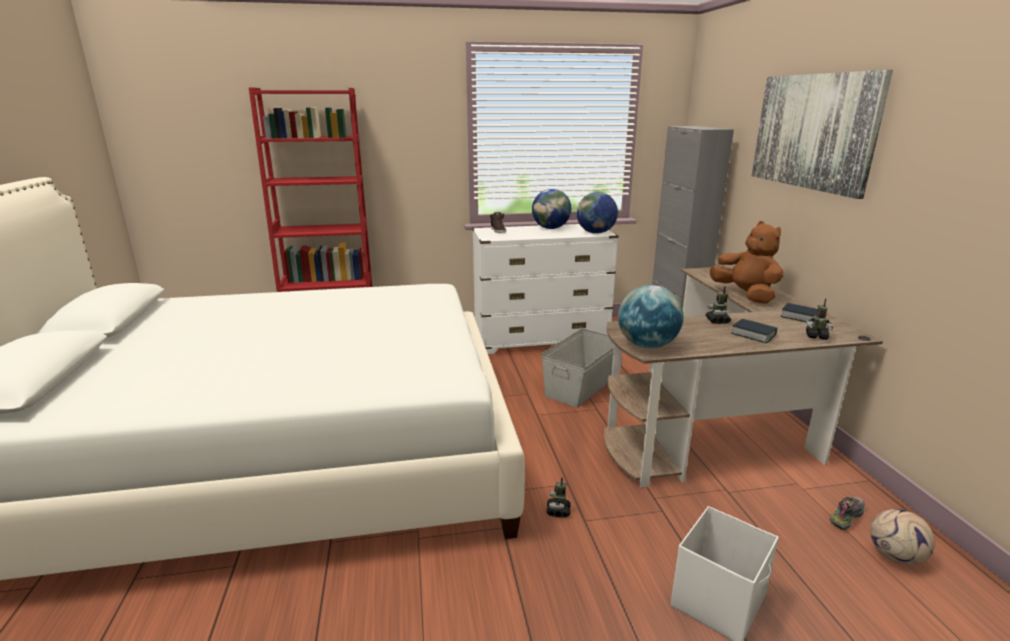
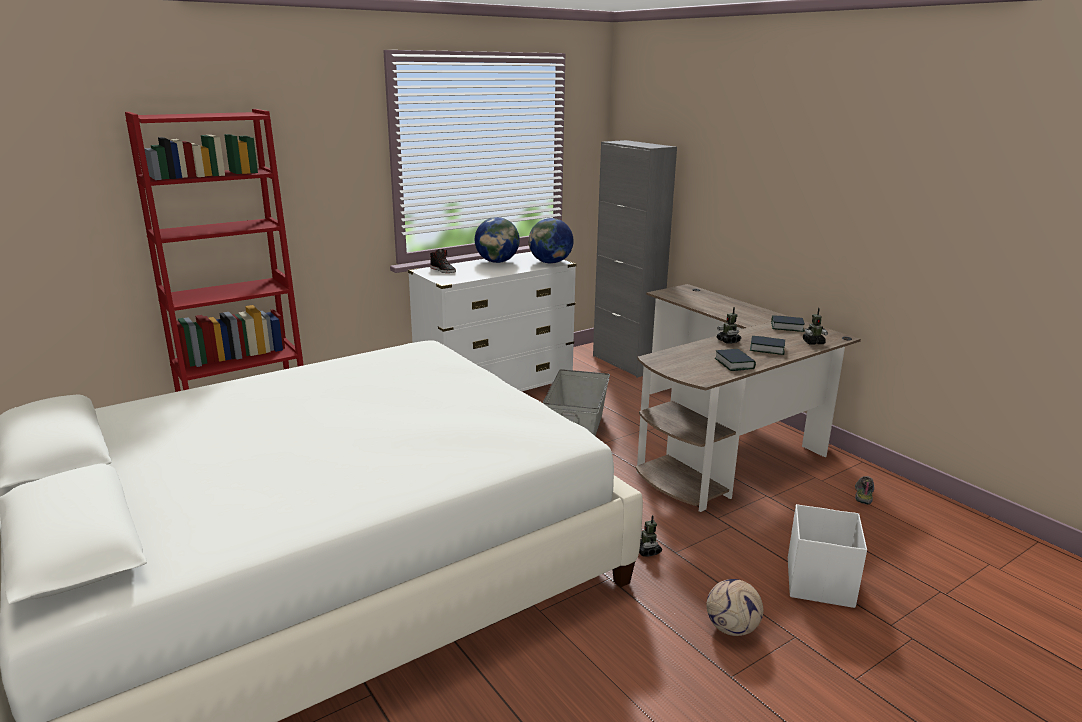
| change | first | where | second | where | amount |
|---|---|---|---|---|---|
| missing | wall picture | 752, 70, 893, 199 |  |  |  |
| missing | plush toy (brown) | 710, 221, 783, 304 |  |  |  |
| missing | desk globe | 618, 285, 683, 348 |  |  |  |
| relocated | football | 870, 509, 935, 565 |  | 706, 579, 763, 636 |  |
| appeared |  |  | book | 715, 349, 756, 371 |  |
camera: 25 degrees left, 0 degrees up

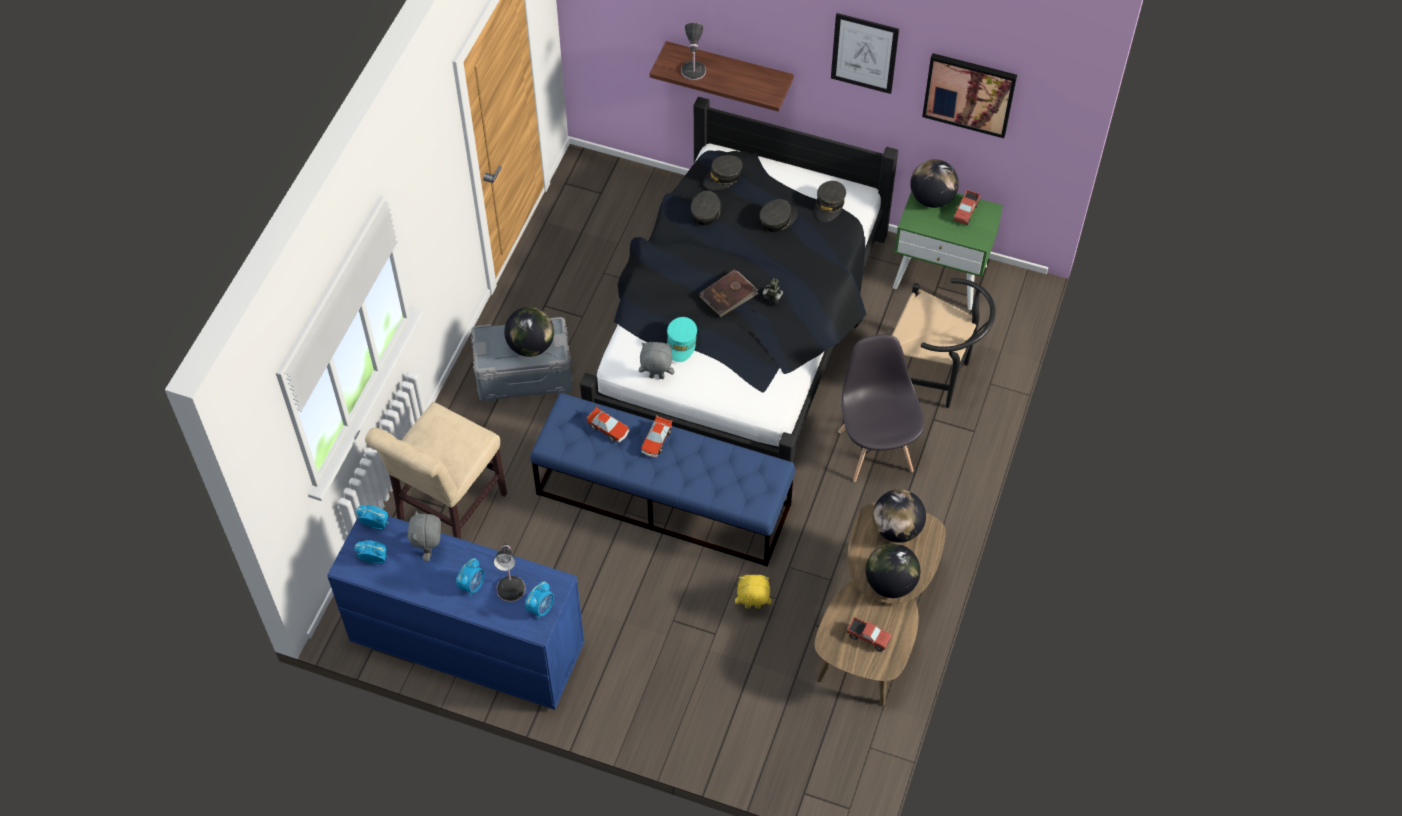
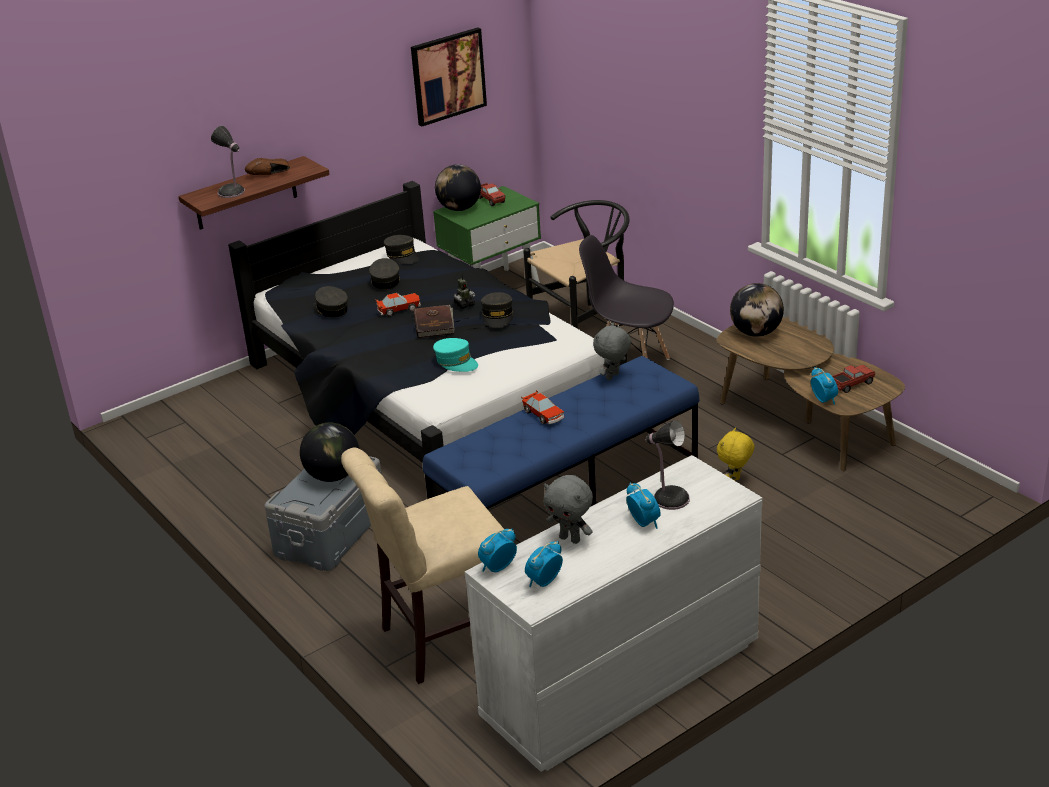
| change | first | where | second | where | amount |
|---|---|---|---|---|---|
| missing | wall picture | 831, 13, 899, 94 |  |  |  |
| relocated | peaked cap (gray) | 703, 155, 743, 190 |  | 481, 292, 513, 328 |  |
| relocated | plush toy (gray) | 639, 342, 674, 379 |  | 593, 322, 631, 380 |  |
| spun | chair (beige) | 365, 402, 507, 539 |  | 341, 448, 504, 684 | 90 degrees clockwise |
| relocated | model car | 586, 406, 629, 442 |  | 375, 293, 421, 317 |  |
| colour | chest of drawers (blue-coloured) | 327, 516, 584, 710 | chest of drawers (white) | 465, 455, 762, 772 |  |
| missing | desk globe | 866, 543, 921, 598 |  |  |  |
| relocated | alarm clock | 525, 581, 554, 620 |  | 811, 367, 838, 405 |  |
| appeared |  |  | low shoe (brown) | 245, 158, 290, 175 |  |
camera: 55 degrees left, 25 degrees down

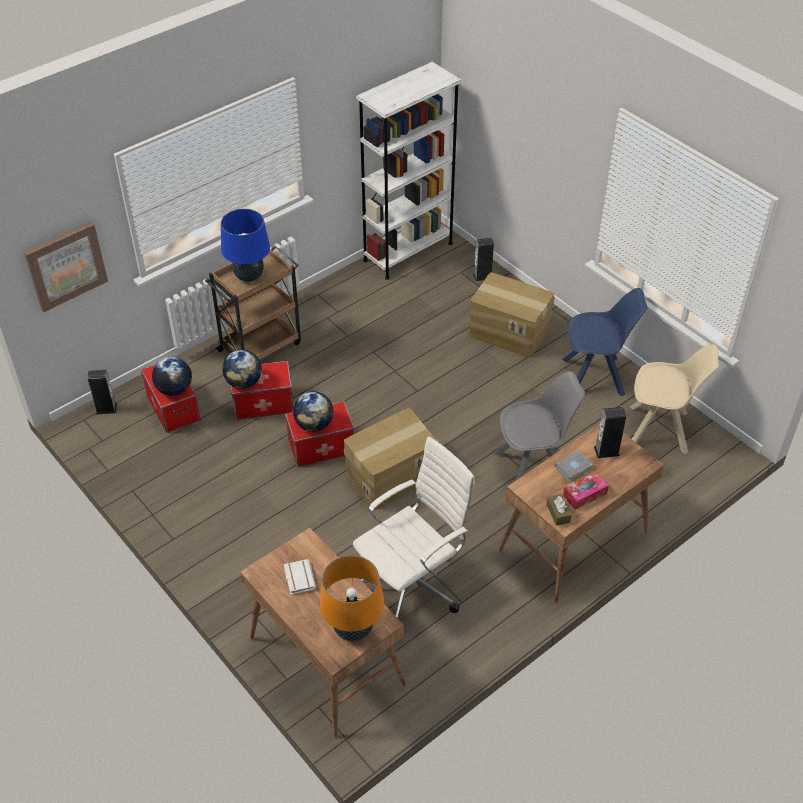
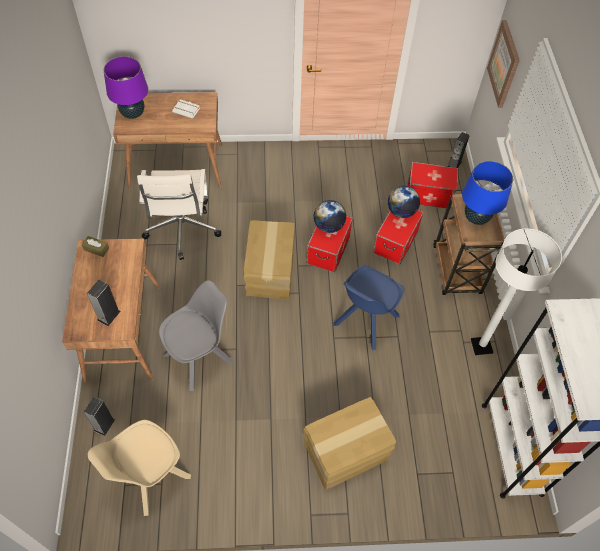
| change | first | where | second | where | amount |
|---|---|---|---|---|---|
| relocated | speaker | 473, 238, 494, 281 |  | 84, 397, 115, 436 |  |
| relocated | chair (blue-coloured) | 562, 288, 647, 397 |  | 333, 266, 404, 350 |  |
| missing | desk globe | 152, 357, 192, 396 |  |  |  |
| spun | chair (gray) | 494, 371, 585, 480 |  | 159, 280, 234, 391 | 150 degrees counterclockwise |
| missing | book (gray) | 554, 451, 594, 482 |  |  |  |
| missing | box of tissues | 563, 472, 609, 510 |  |  |  |
| colour | tabletop lamp (orangey) | 320, 555, 384, 642 | tabletop lamp (purple) | 104, 56, 148, 119 |  |
| appeared |  |  | standard lamp (white) | 471, 228, 562, 355 |  |
camera: 125 degrees right, 10 degrees up

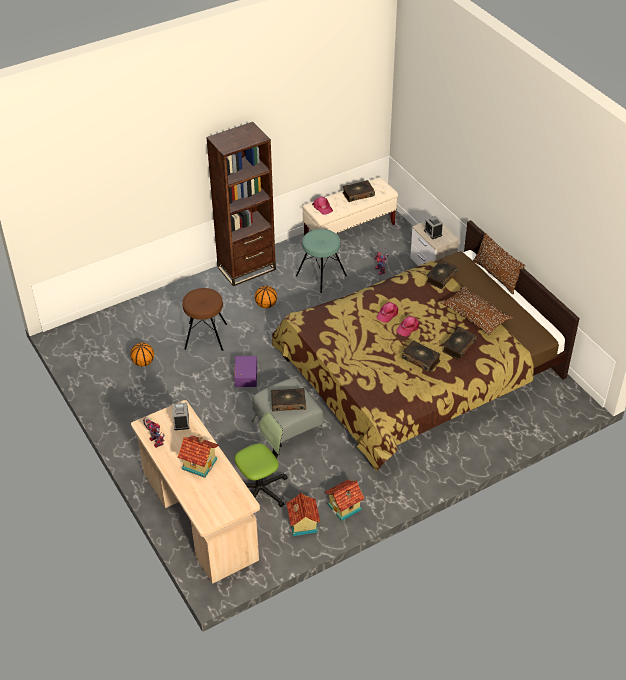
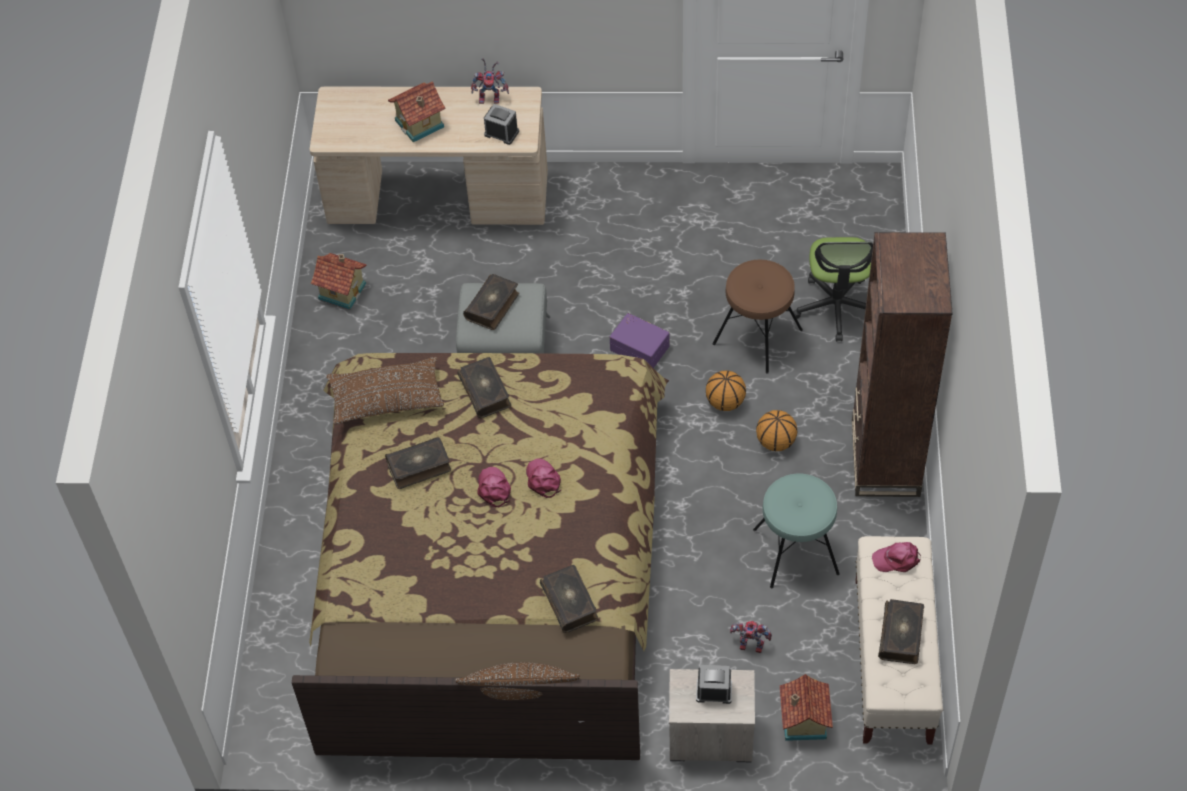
| change | first | where | second | where | amount |
|---|---|---|---|---|---|
| relocated | pillow (brown) | 441, 286, 512, 335 |  | 326, 357, 444, 424 |  |
| relocated | book | 442, 327, 477, 360 |  | 457, 357, 511, 418 |  |
| relocated | basketball ball | 130, 343, 154, 367 |  | 706, 371, 746, 411 |  |
| relocated | computer chair | 234, 412, 288, 507 |  | 793, 237, 873, 341 |  |
| relocated | toy house | 325, 480, 365, 521 |  | 780, 674, 833, 741 |  |
camera: 125 degrees right, 10 degrees up

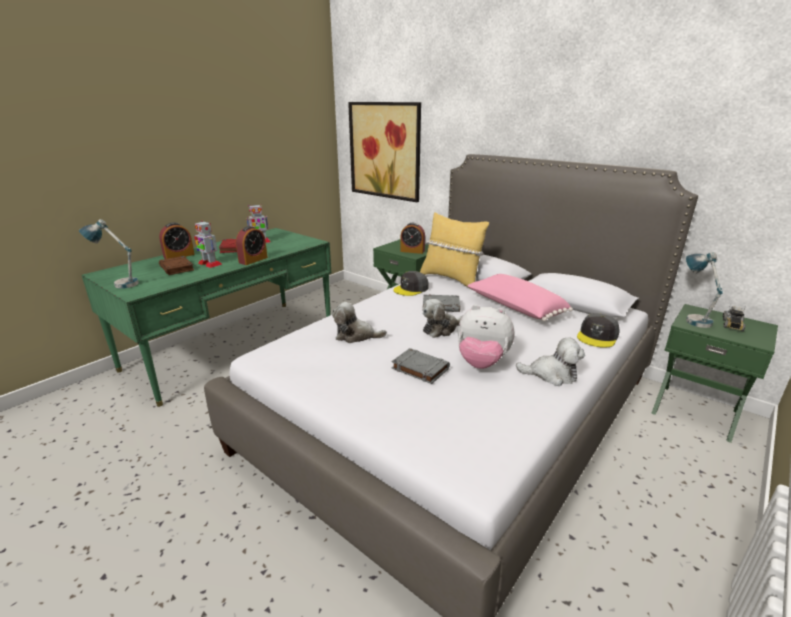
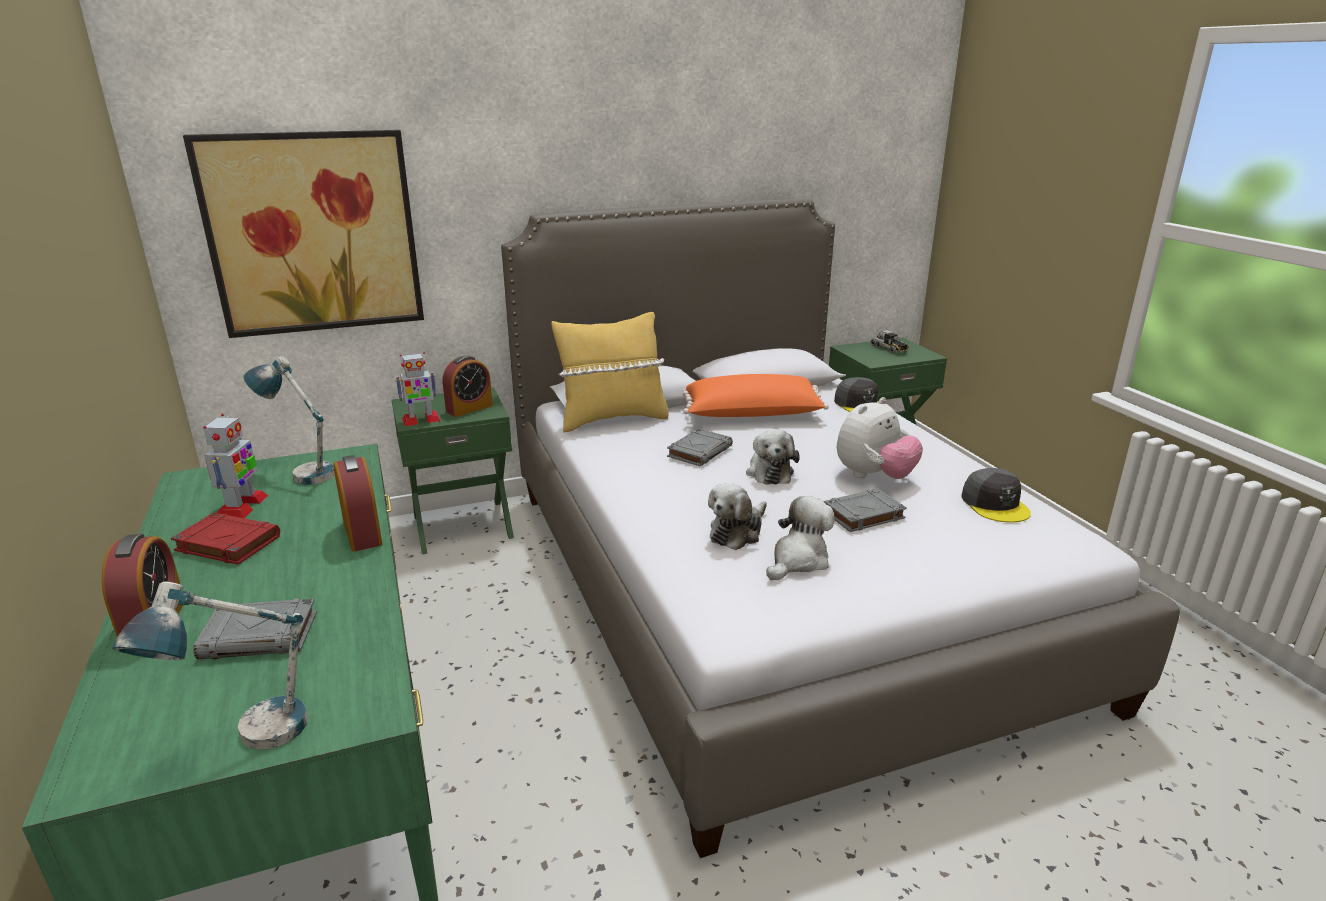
| change | first | where | second | where | amount |
|---|---|---|---|---|---|
| relocated | toy robot | 194, 221, 222, 268 |  | 396, 352, 441, 426 |  |
| relocated | tabletop lamp | 686, 252, 723, 328 |  | 243, 356, 335, 485 |  |
| colour | book (brown) | 159, 256, 194, 275 | book (gray) | 193, 598, 317, 659 |  |
| relocated | peaked cap (gray) | 393, 271, 429, 296 |  | 961, 468, 1031, 522 |  |
| colour | pillow (pinkish) | 467, 274, 573, 321 | pillow (orangey) | 682, 374, 829, 417 |  |
| relocated | plush toy | 516, 337, 585, 386 |  | 766, 496, 835, 580 |  |
camera: 60 degrees left, 0 degrees up

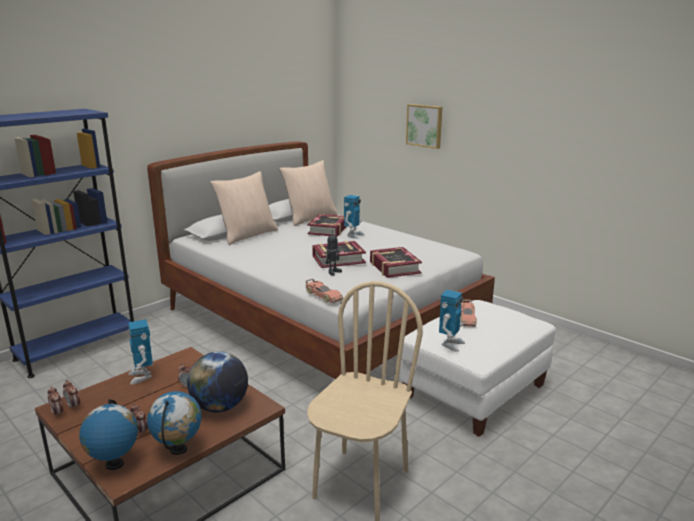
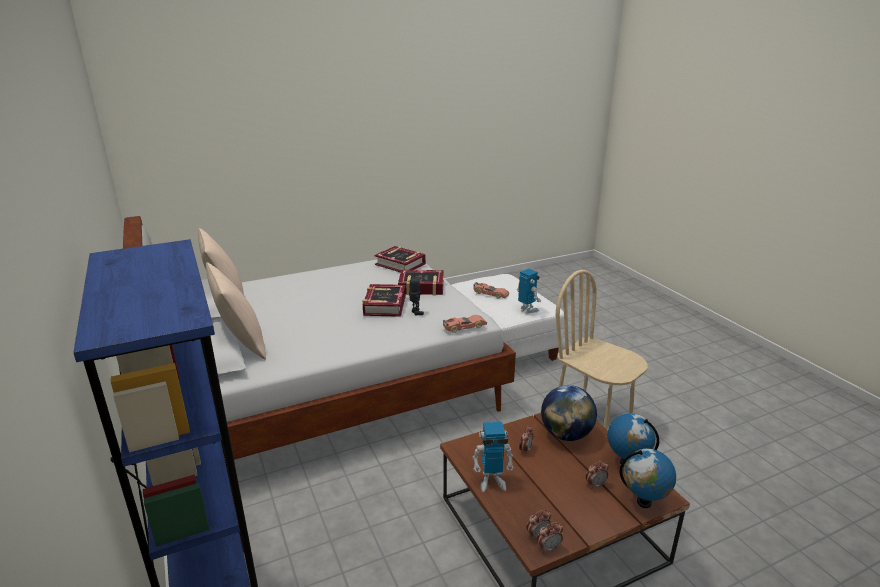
| change | first | where | second | where | amount |
|---|---|---|---|---|---|
| missing | wall picture | 406, 104, 442, 149 |  |  |  |
| missing | toy robot | 344, 195, 364, 239 |  |  |  |
| relocated | book | 307, 214, 347, 237 |  | 375, 246, 426, 273 |  |
camera: 70 degrees left, 5 degrees up

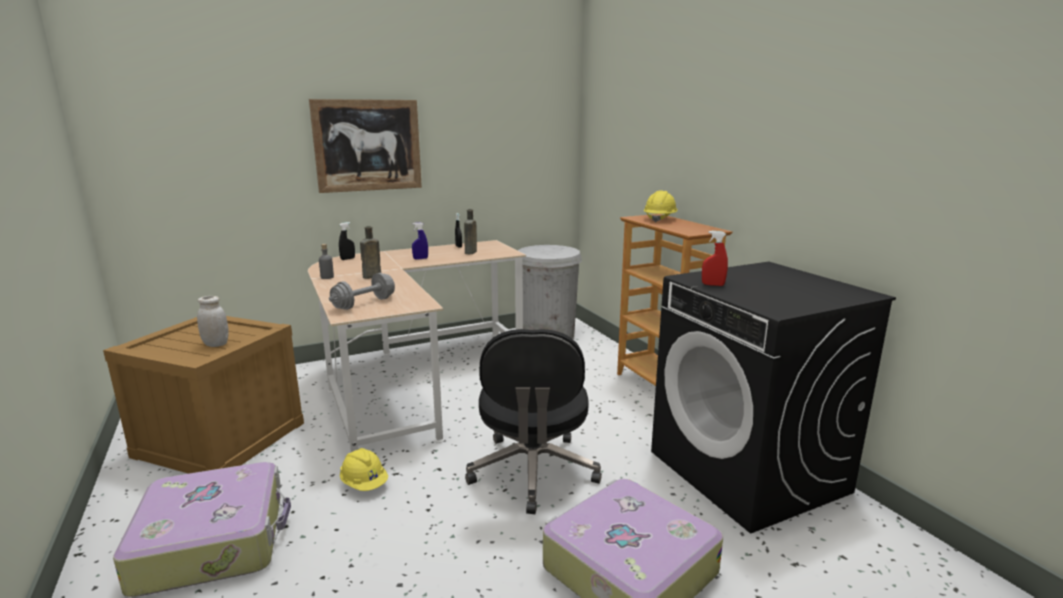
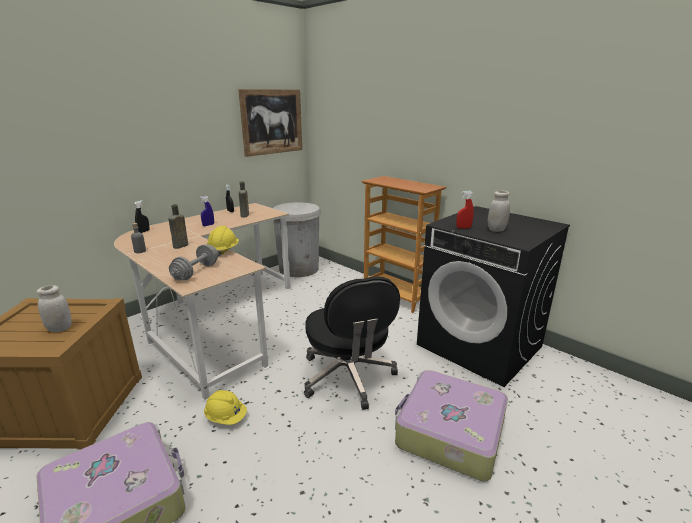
| change | first | where | second | where | amount |
|---|---|---|---|---|---|
| relocated | wall picture | 309, 99, 422, 193 |  | 238, 89, 302, 157 |  |
| relocated | work helmet (yellow) | 644, 190, 678, 223 |  | 207, 226, 239, 256 |  |
| appeared |  |  | jar (white) | 488, 191, 510, 232 |  |
camera: 20 degrees left, 5 degrees up

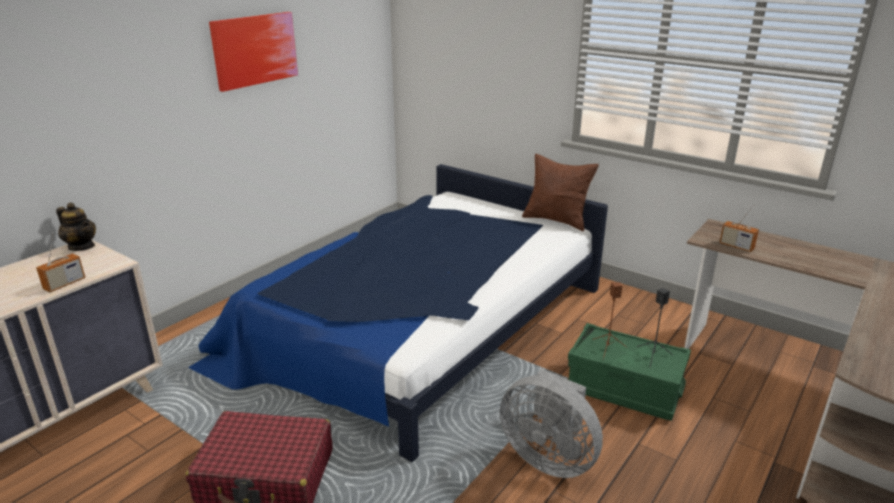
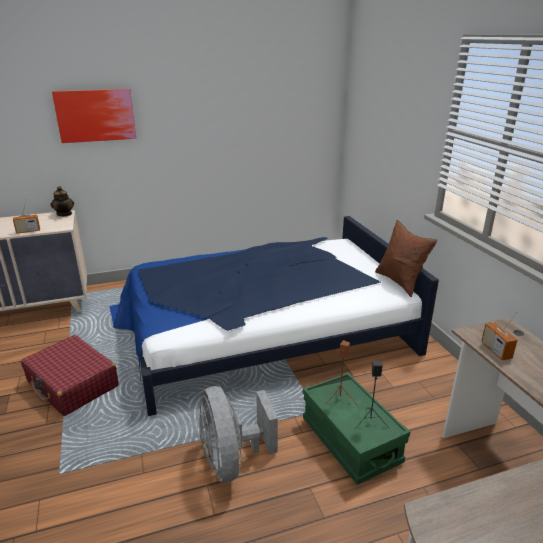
| change | first | where | second | where | amount |
|---|---|---|---|---|---|
| relocated | wall picture | 209, 12, 298, 92 |  | 52, 89, 136, 143 |  |
camera: 35 degrees right, 0 degrees up

